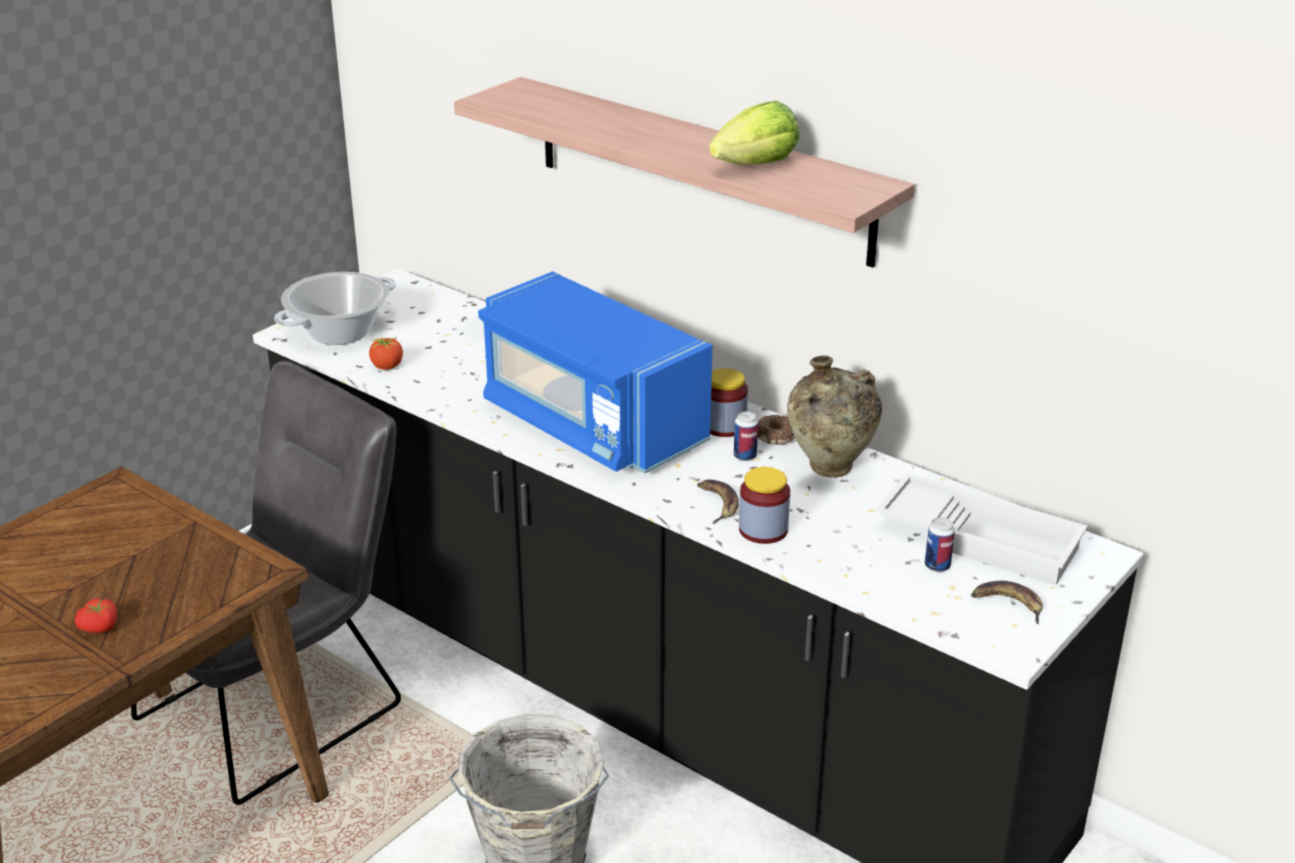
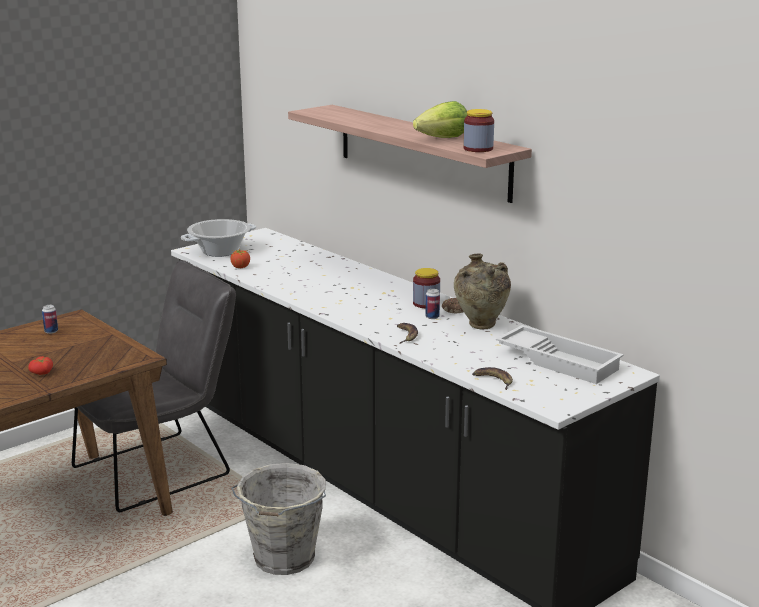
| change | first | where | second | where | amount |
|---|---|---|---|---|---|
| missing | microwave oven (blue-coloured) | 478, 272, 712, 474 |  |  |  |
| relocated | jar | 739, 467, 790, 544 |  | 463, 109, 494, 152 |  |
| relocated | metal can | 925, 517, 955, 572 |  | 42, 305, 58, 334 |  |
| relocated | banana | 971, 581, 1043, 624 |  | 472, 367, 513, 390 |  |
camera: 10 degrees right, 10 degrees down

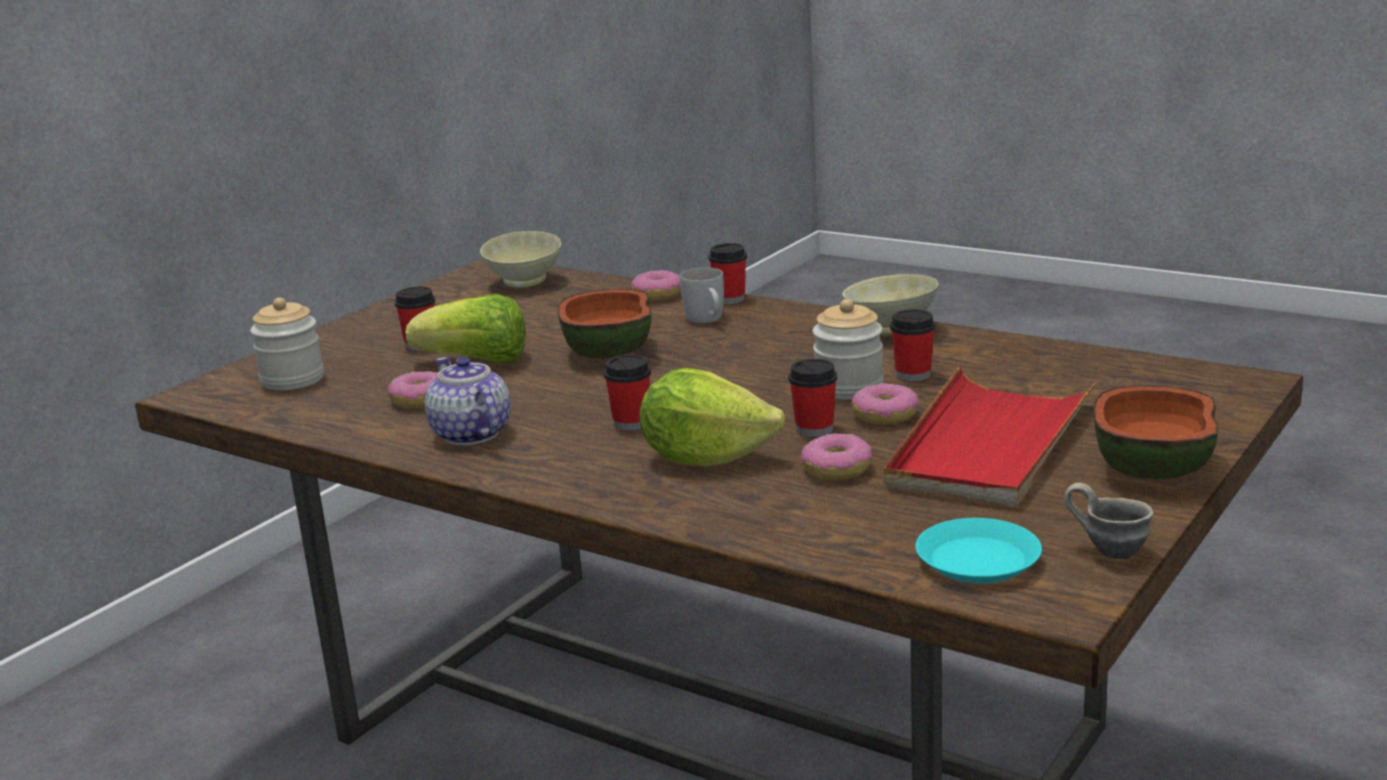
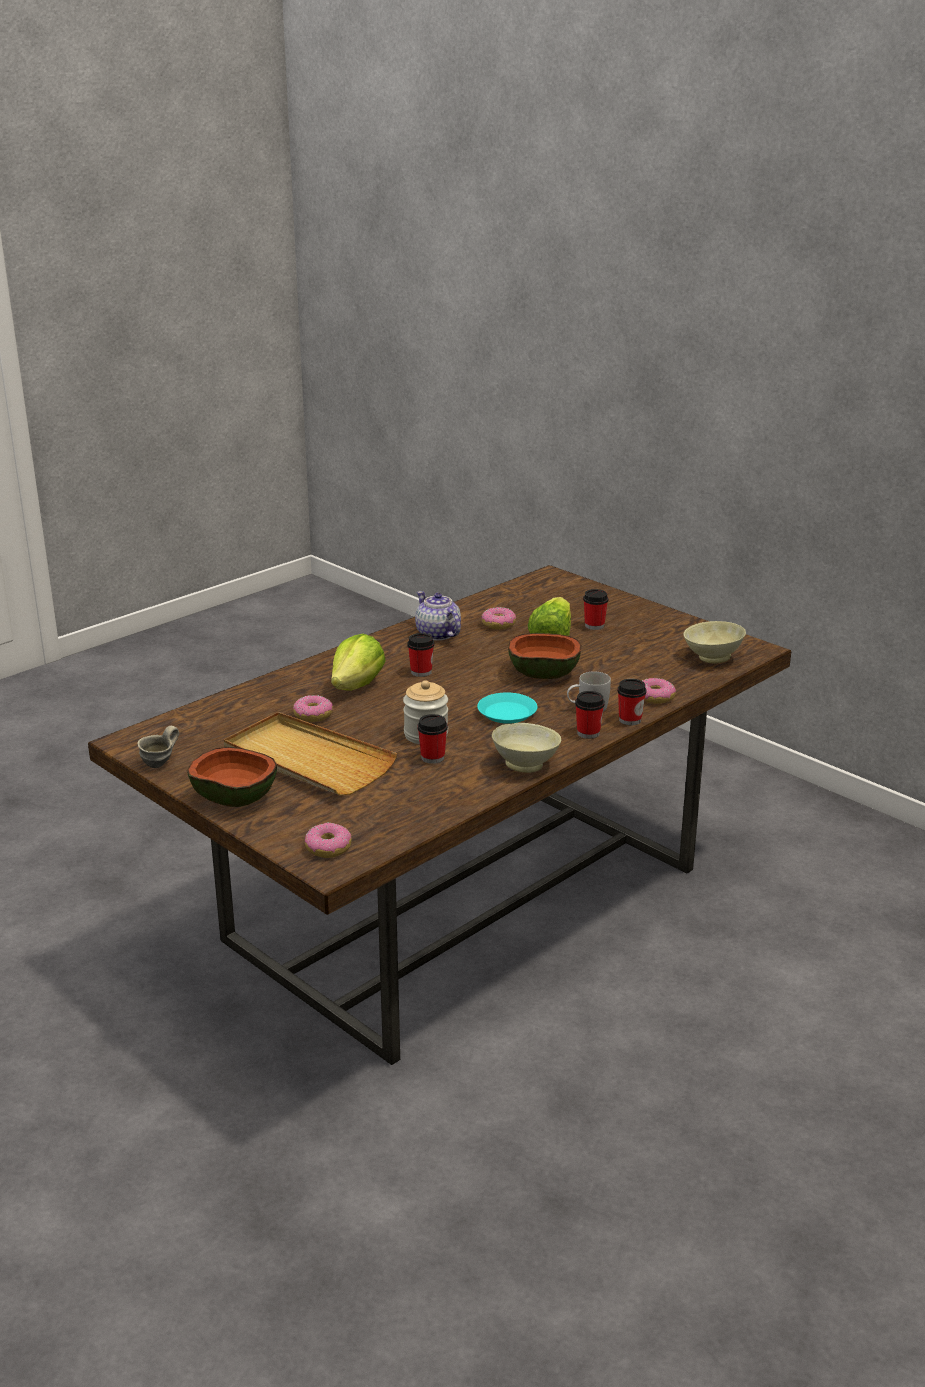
| change | first | where | second | where | amount |
|---|---|---|---|---|---|
| missing | jar | 250, 298, 324, 390 |  |  |  |
| spun | pot for tea | 425, 357, 511, 445 |  | 415, 591, 461, 641 | 105 degrees counterclockwise |
| relocated | small cup | 788, 359, 837, 437 |  | 575, 691, 605, 739 |  |
| colour | carrying tray (reddish) | 884, 366, 1096, 506 | carrying tray (beige) | 224, 712, 397, 795 |  |
| relocated | ring doughnut | 851, 383, 919, 425 |  | 305, 822, 351, 858 |  |
| relocated | dinner plate (turquoise) | 915, 518, 1042, 583 |  | 477, 693, 537, 724 |  |
camera: 100 degrees right, 5 degrees up

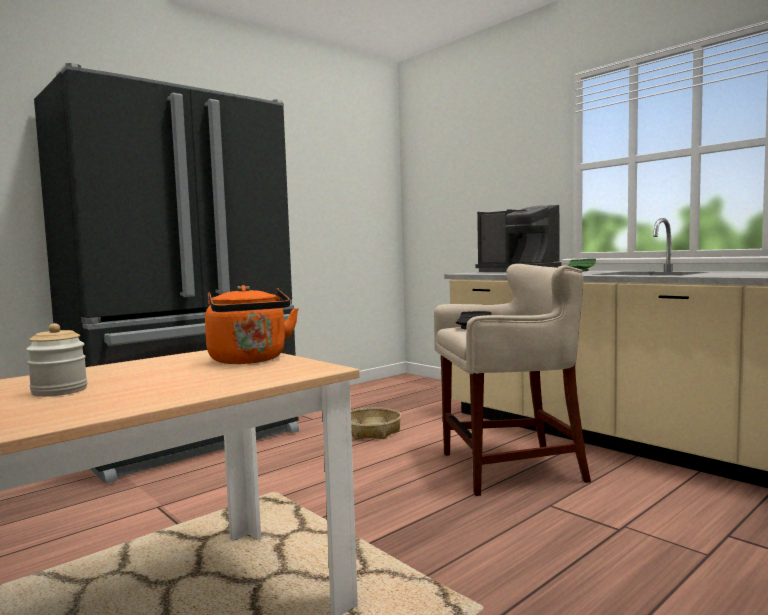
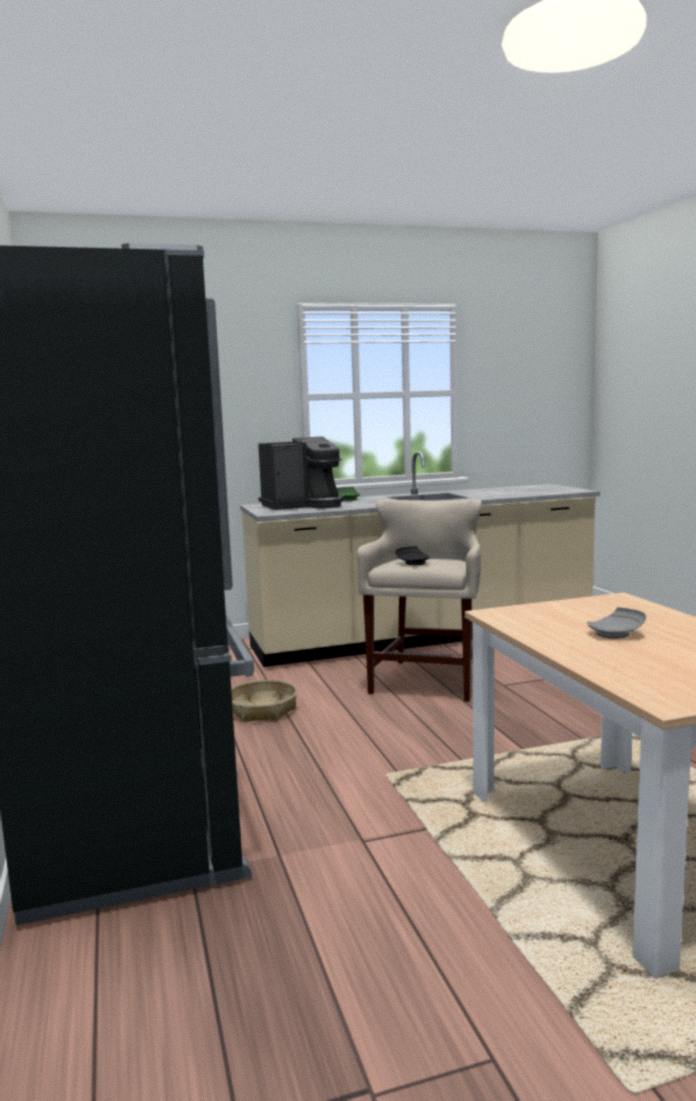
| change | first | where | second | where | amount |
|---|---|---|---|---|---|
| missing | kettle (orangey) | 205, 285, 299, 364 |  |  |  |
| missing | jar | 26, 323, 88, 397 |  |  |  |
| appeared |  |  | dinner plate (gray) | 587, 607, 646, 639 |  |
camera: 65 degrees left, 5 degrees up

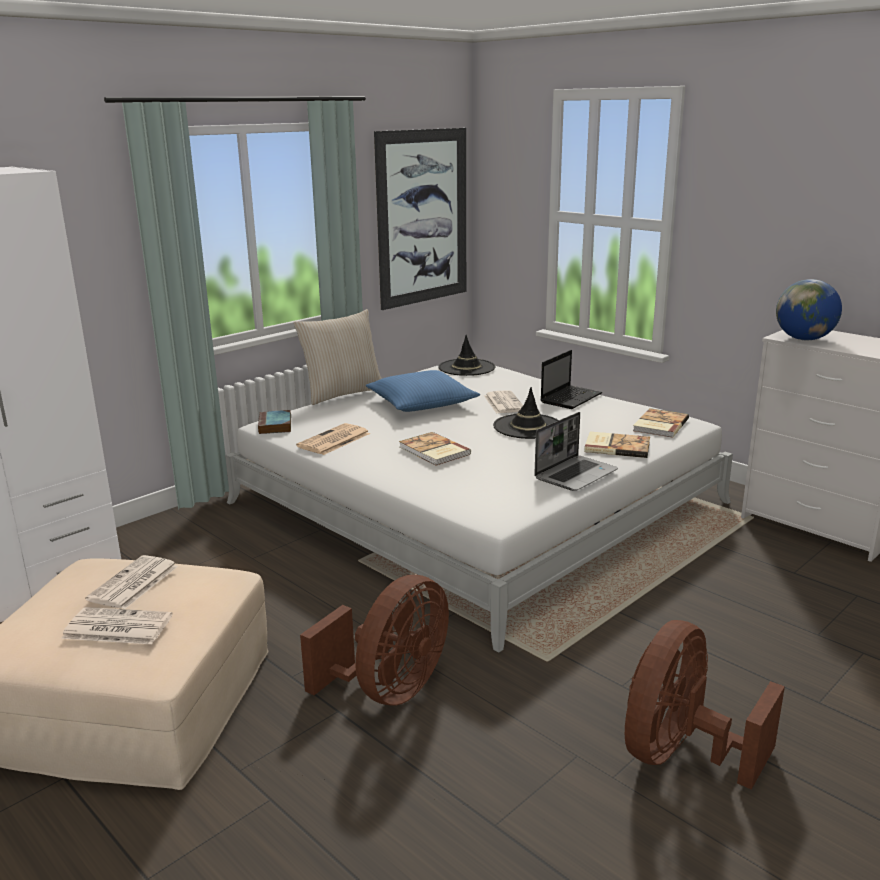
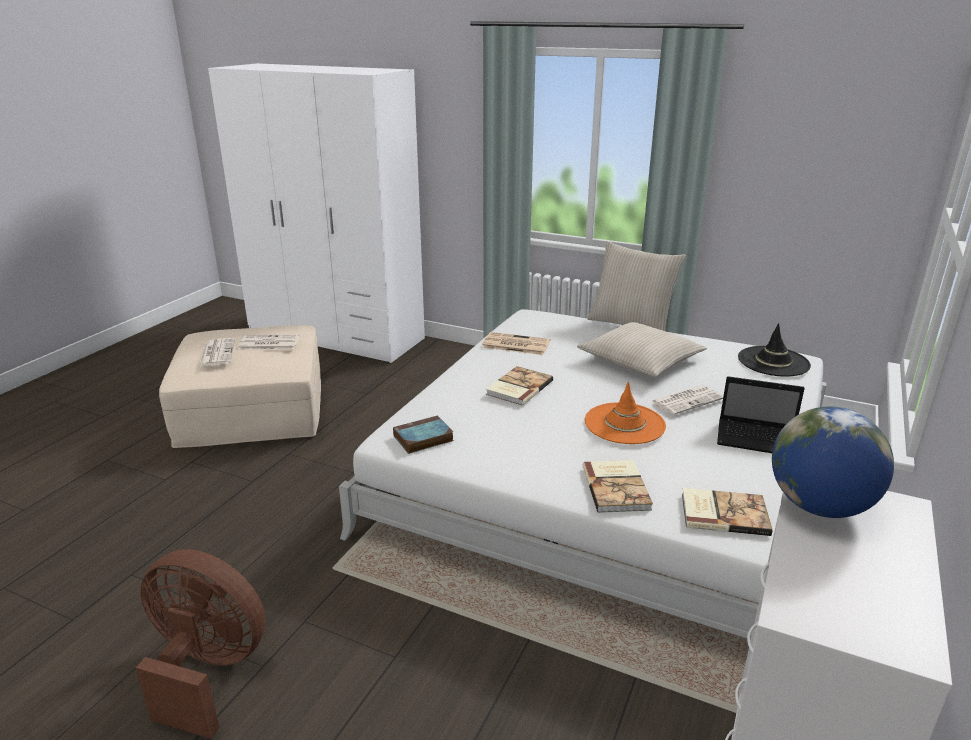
| change | first | where | second | where | amount |
|---|---|---|---|---|---|
| missing | wall picture | 374, 128, 466, 310 |  |  |  |
| colour | pillow (blue-coloured) | 366, 370, 480, 412 | pillow (beige) | 577, 322, 707, 377 |  |
| colour | clothing hat (blackish) | 493, 387, 559, 439 | clothing hat (orangey) | 585, 382, 666, 444 |  |
| relocated | book | 258, 410, 291, 434 |  | 393, 415, 454, 454 |  |
| missing | notebook computer | 534, 412, 618, 491 |  |  |  |
| missing | cooling fan (brown) | 300, 575, 449, 706 |  |  |  |
camera: 70 degrees right, 5 degrees up

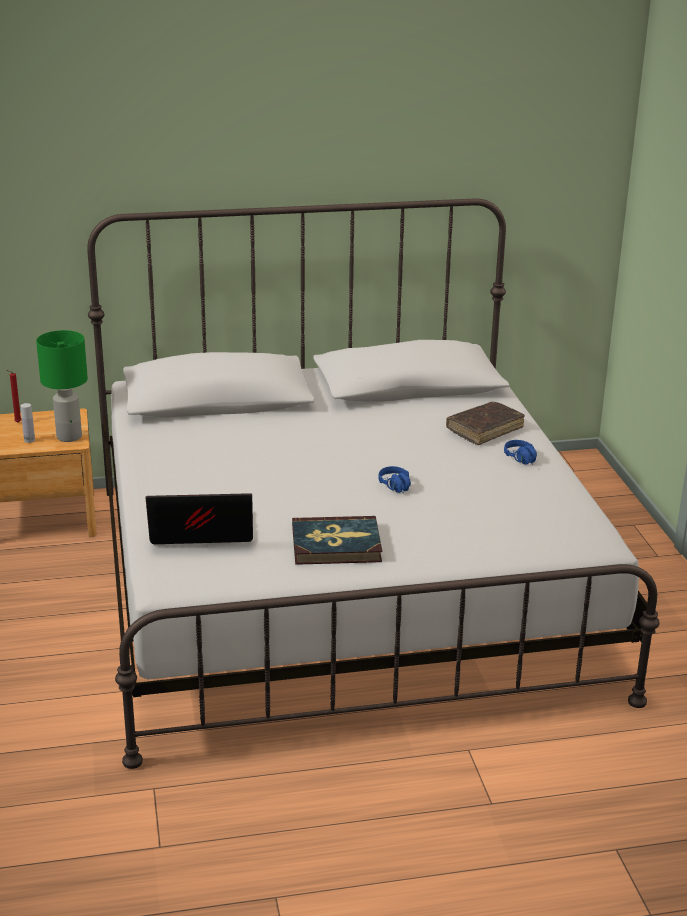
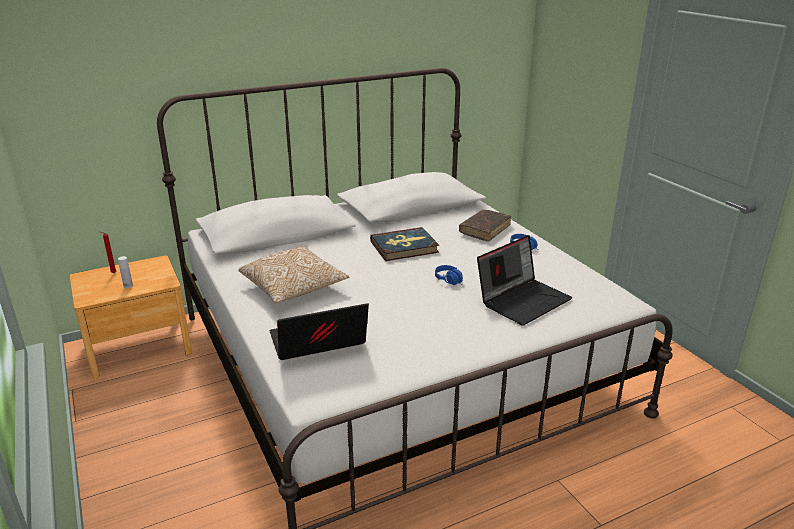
| change | first | where | second | where | amount |
|---|---|---|---|---|---|
| missing | tabletop lamp (greenish) | 36, 330, 88, 442 |  |  |  |
| relocated | book | 292, 516, 382, 565 |  | 370, 227, 439, 261 |  |
| appeared |  |  | notebook computer | 477, 235, 572, 326 |  |
| appeared |  |  | pillow | 238, 247, 349, 303 |  |
camera: 15 degrees left, 0 degrees up

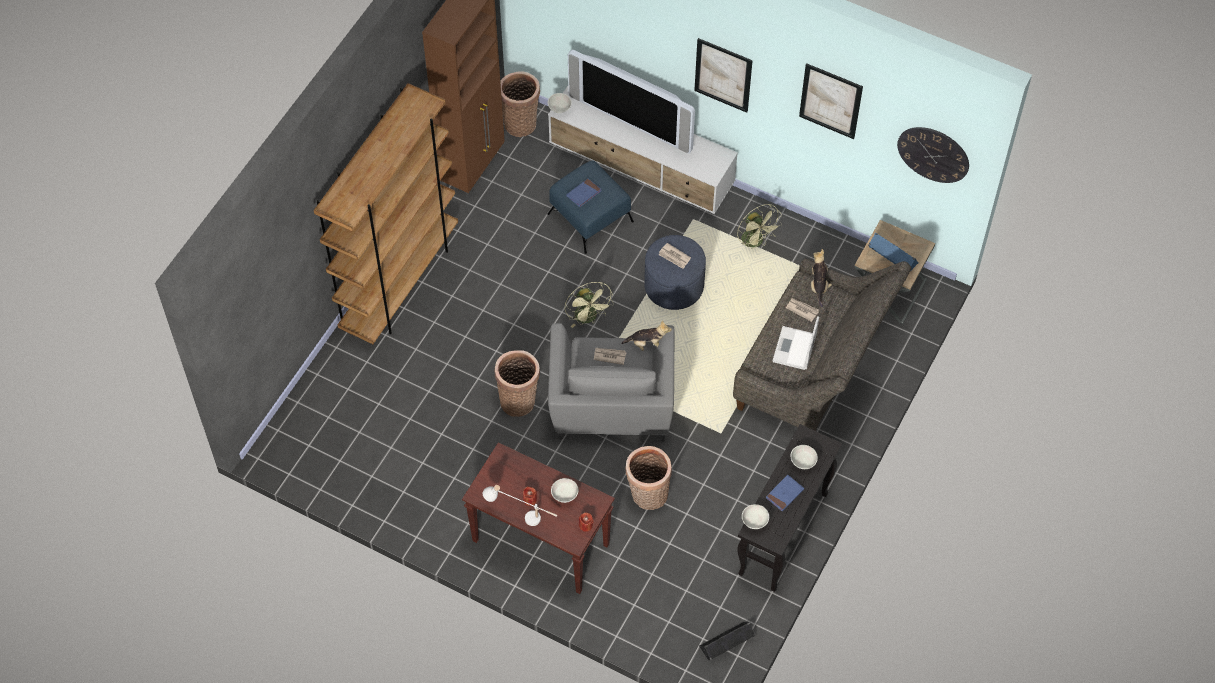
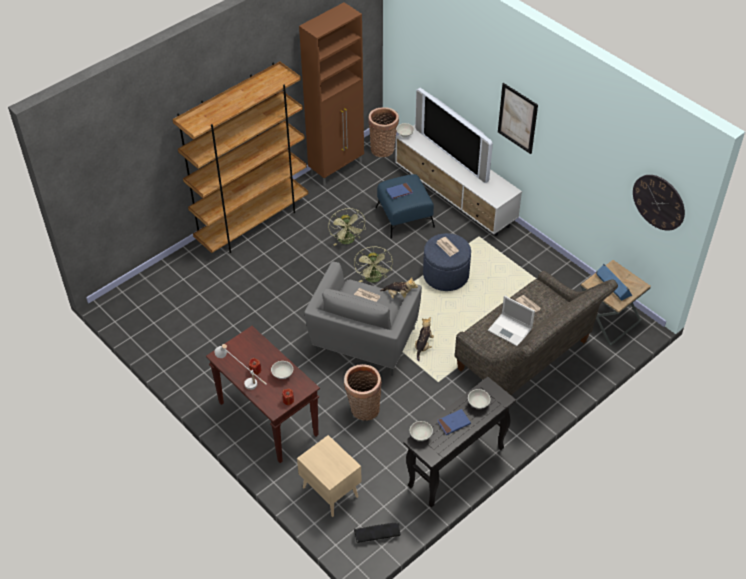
| change | first | where | second | where | amount |
|---|---|---|---|---|---|
| missing | wall picture | 799, 63, 863, 139 |  |  |  |
| relocated | cooling fan (greenish) | 737, 204, 782, 249 |  | 328, 208, 366, 246 |  |
| relocated | plush toy | 811, 249, 832, 307 |  | 415, 317, 434, 361 |  |
| spun | notebook computer | 772, 316, 819, 370 |  | 488, 295, 535, 346 | 90 degrees counterclockwise |
| missing | basket | 494, 350, 540, 417 |  |  |  |
| appeared |  |  | bedside table (beige) | 297, 435, 362, 517 |  |
camera: 20 degrees right, 10 degrees down

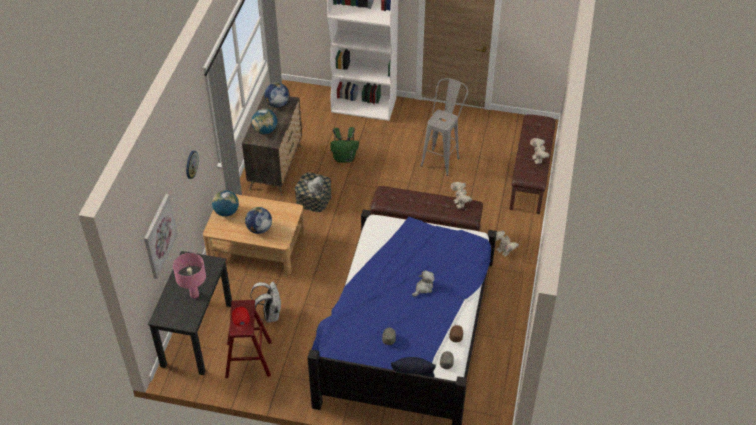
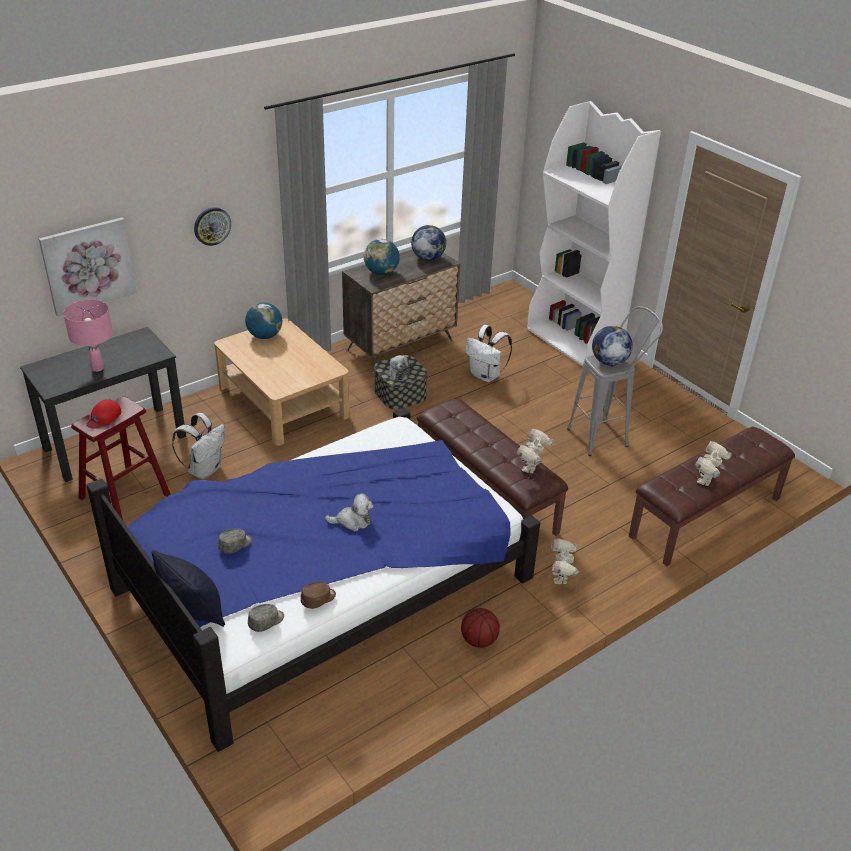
| change | first | where | second | where | amount |
|---|---|---|---|---|---|
| colour | rucksack (greenish) | 330, 127, 359, 163 | rucksack (white) | 465, 325, 512, 382 |  |
| relocated | desk globe | 245, 207, 272, 234 |  | 592, 326, 633, 366 |  |
| appeared |  |  | basketball ball | 461, 608, 500, 648 |  |
camera: 40 degrees right, 10 degrees down

